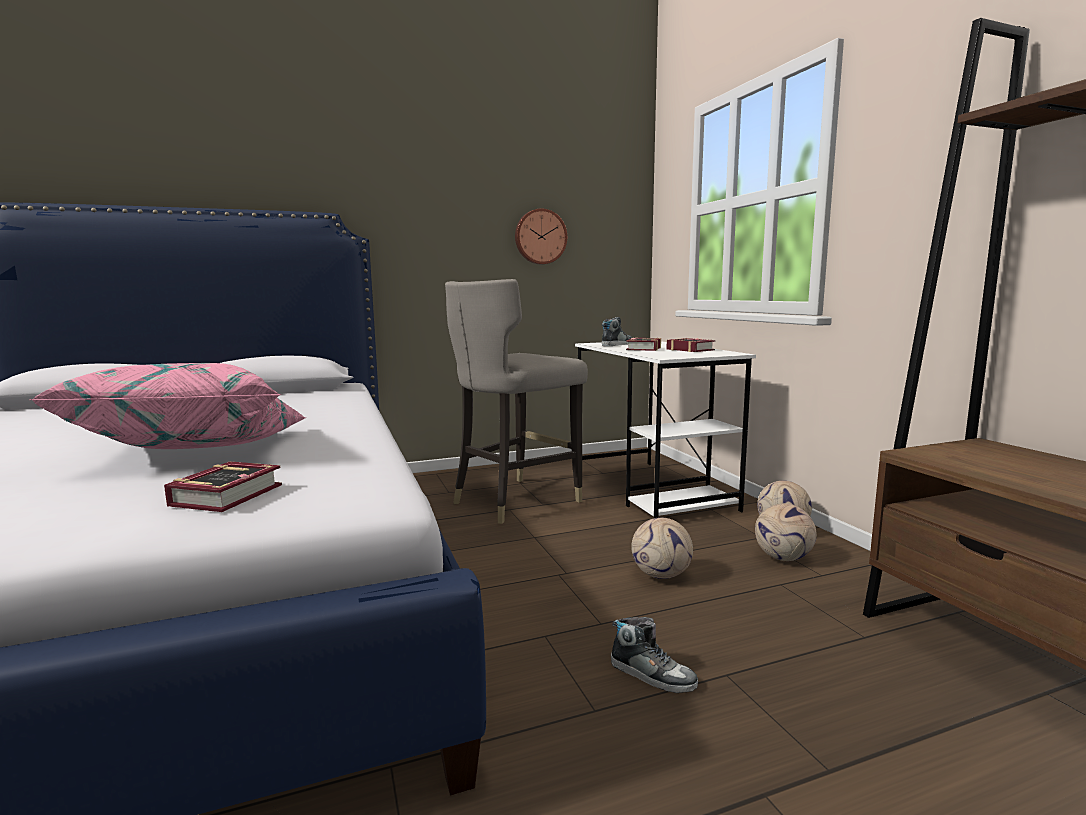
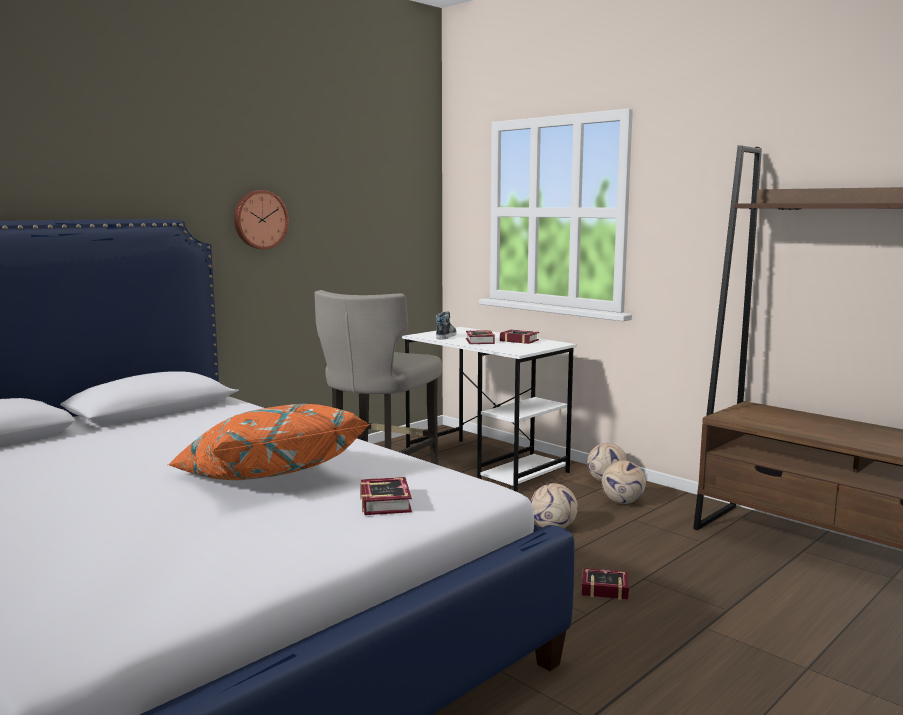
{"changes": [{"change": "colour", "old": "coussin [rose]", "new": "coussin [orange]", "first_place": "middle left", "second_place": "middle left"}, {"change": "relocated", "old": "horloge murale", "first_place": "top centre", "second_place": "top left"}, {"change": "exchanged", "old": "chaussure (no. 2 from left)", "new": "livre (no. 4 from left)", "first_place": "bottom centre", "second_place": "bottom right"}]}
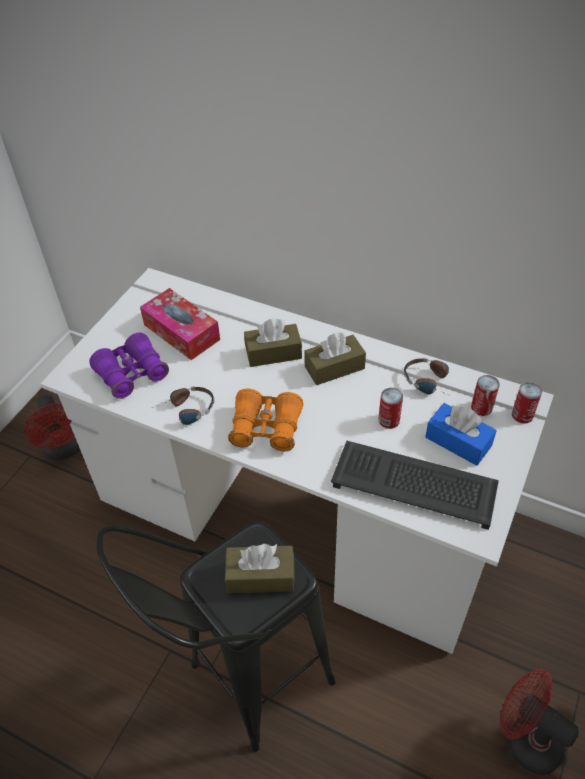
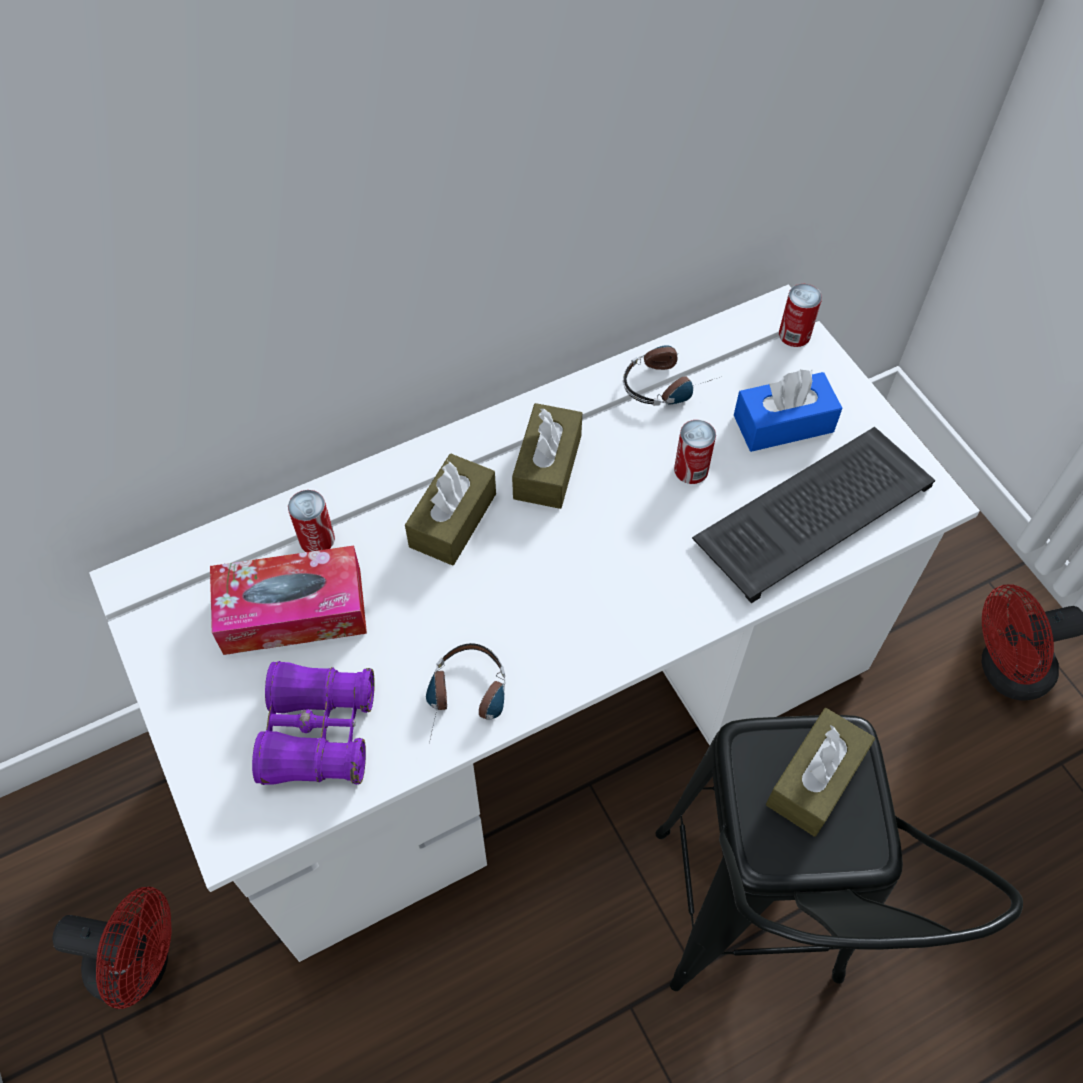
{"changes": [{"change": "relocated", "old": "boîte métallique (no. 2 from left in the first image)", "new": "boîte métallique (no. 1 from left)", "first_place": "middle right", "second_place": "middle left"}, {"change": "missing", "old": "jumelles [orange]", "first_place": "centre"}]}
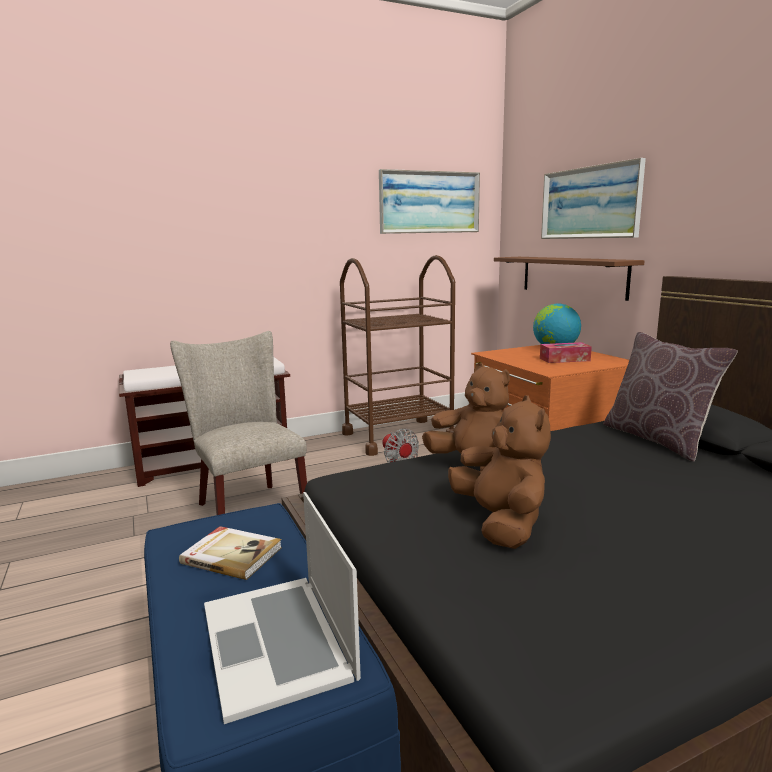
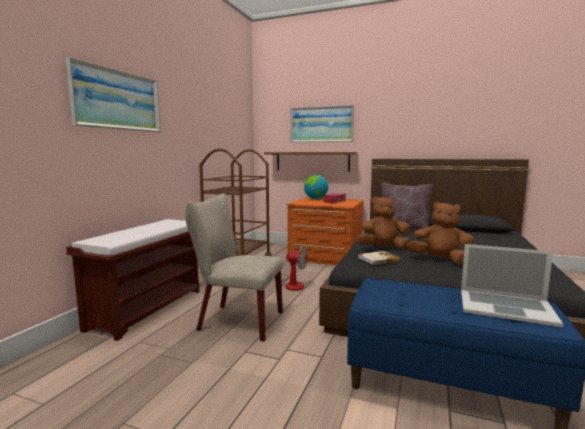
{"changes": [{"change": "relocated", "old": "tableau (no. 1 from left)", "first_place": "top centre", "second_place": "top left"}, {"change": "relocated", "old": "livre", "first_place": "bottom left", "second_place": "centre"}]}
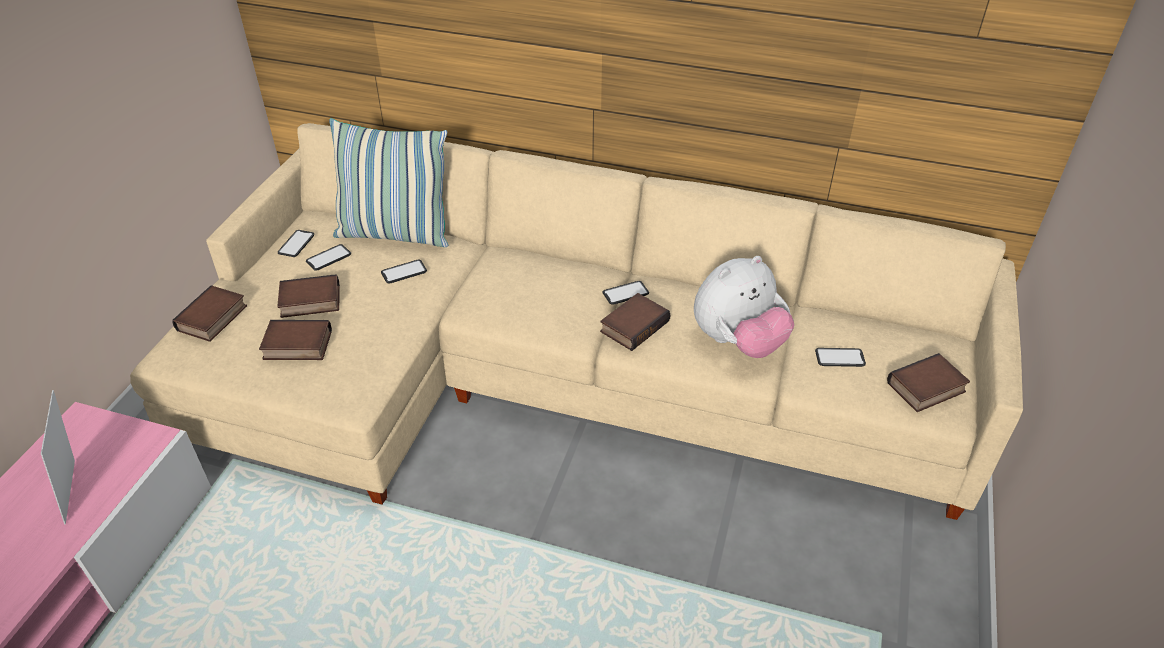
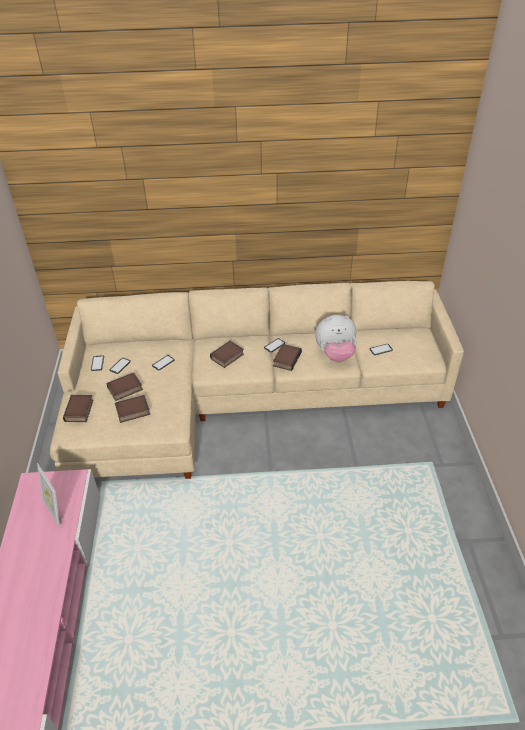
{"changes": [{"change": "relocated", "old": "livre (no. 5 from left in the first image)", "new": "livre (no. 4 from left)", "first_place": "middle right", "second_place": "centre"}, {"change": "spun", "old": "peluche", "first_place": "centre", "second_place": "centre", "degrees": 45}, {"change": "missing", "old": "coussin", "first_place": "top centre"}]}
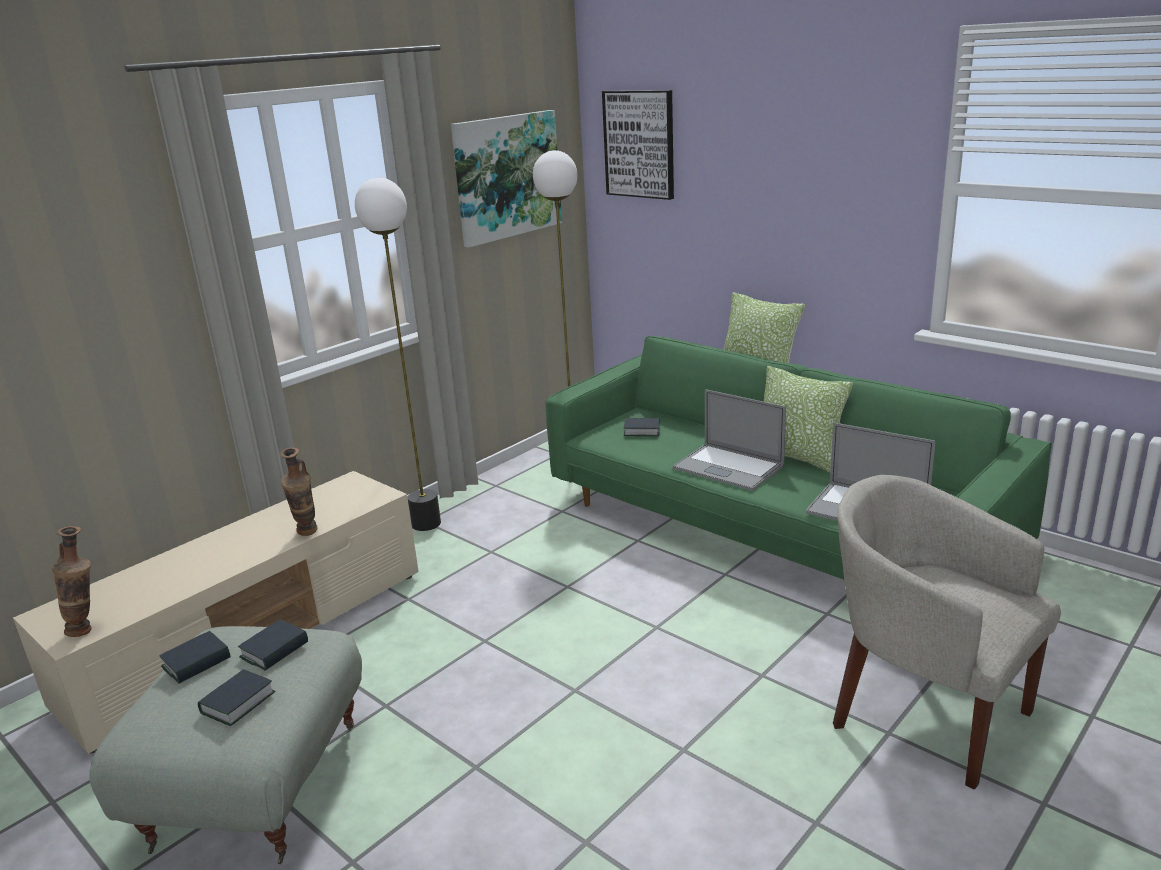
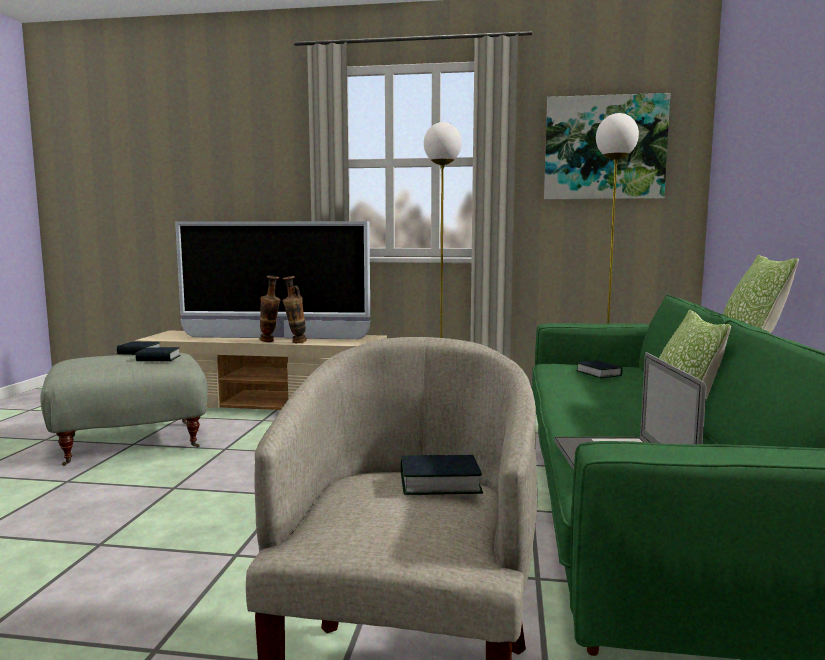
{"changes": [{"change": "appeared", "new": "téléviseur", "second_place": "middle left"}, {"change": "relocated", "old": "vase (no. 1 from left)", "first_place": "bottom left", "second_place": "middle left"}, {"change": "relocated", "old": "livre (no. 2 from left in the first image)", "new": "livre (no. 3 from left)", "first_place": "bottom left", "second_place": "bottom centre"}, {"change": "missing", "old": "tableau (no. 2 from left)", "first_place": "top centre"}, {"change": "missing", "old": "ordinateur portable (no. 1 from left)", "first_place": "centre"}]}
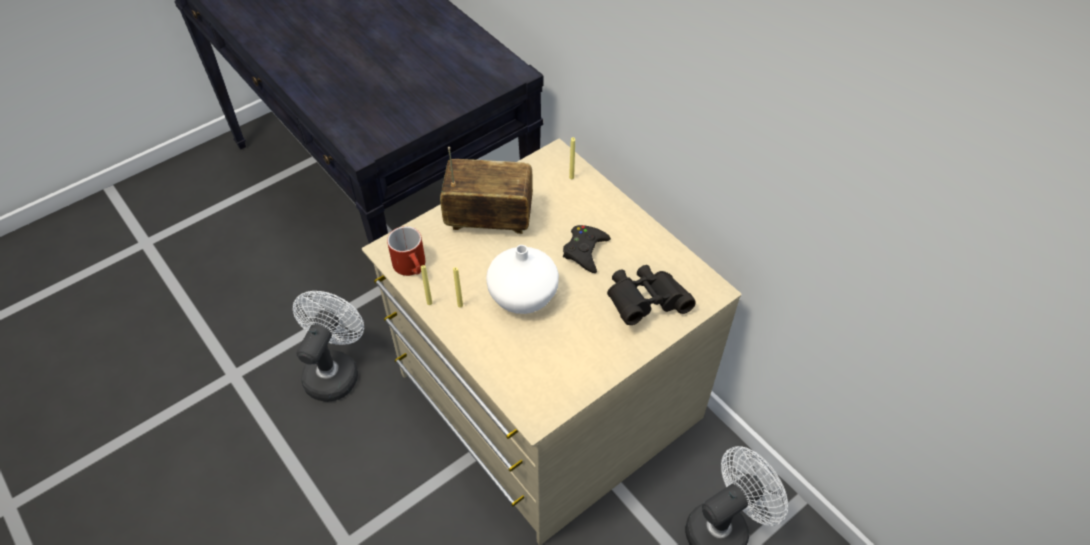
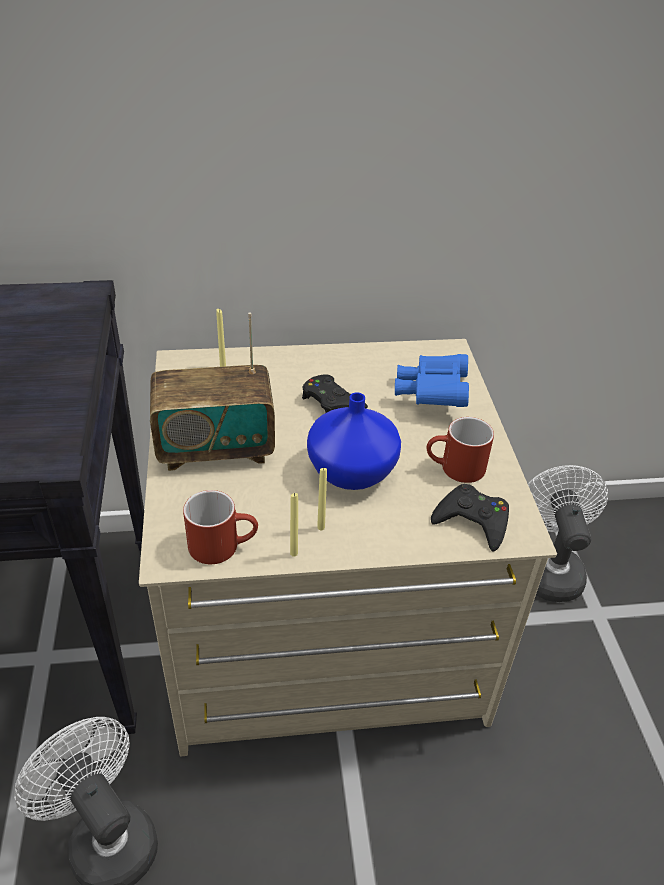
{"changes": [{"change": "spun", "old": "radio", "first_place": "centre", "second_place": "middle left", "degrees": -135}, {"change": "colour", "old": "vase [blanc]", "new": "vase [bleu]", "first_place": "centre", "second_place": "centre"}, {"change": "colour", "old": "jumelles [noir]", "new": "jumelles [bleu]", "first_place": "centre", "second_place": "centre"}, {"change": "appeared", "new": "mug [rouge] (no. 2 from left)", "second_place": "middle right"}, {"change": "appeared", "new": "manette [noir] (no. 2 from left)", "second_place": "middle right"}]}
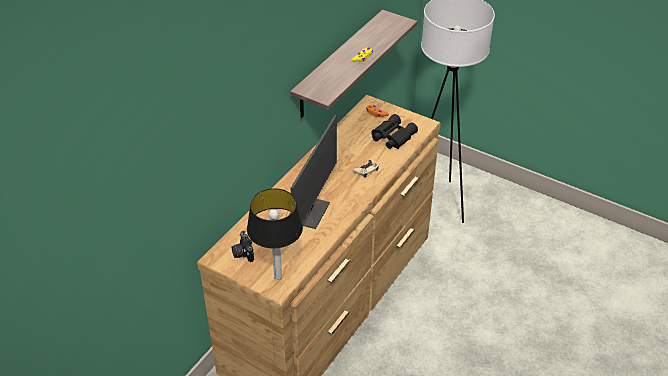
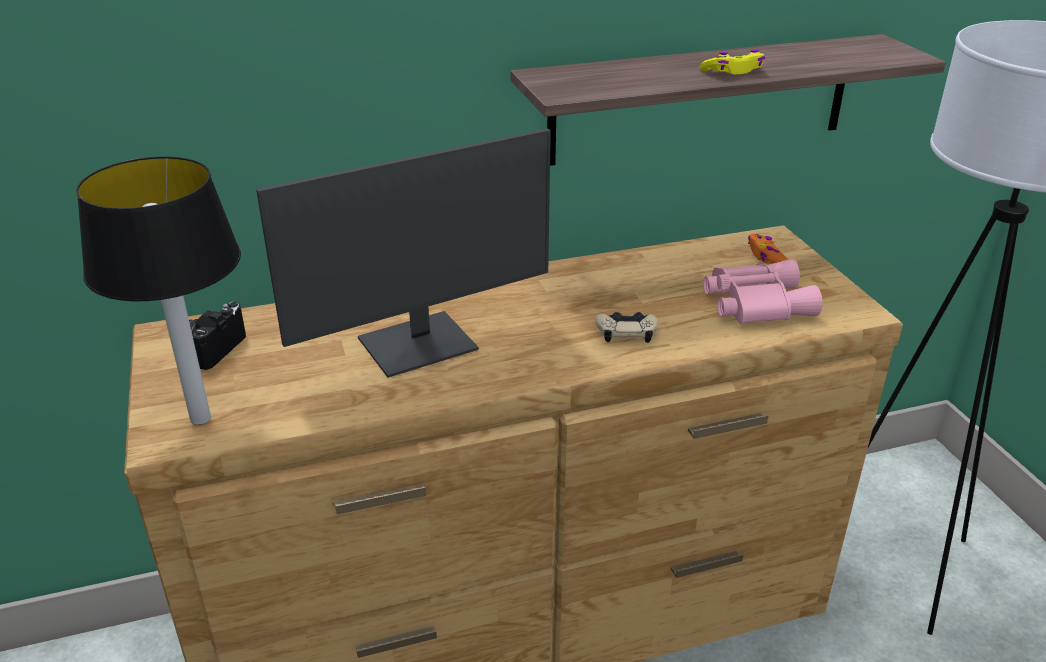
{"changes": [{"change": "colour", "old": "jumelles [noir]", "new": "jumelles [rose]", "first_place": "centre", "second_place": "middle right"}]}
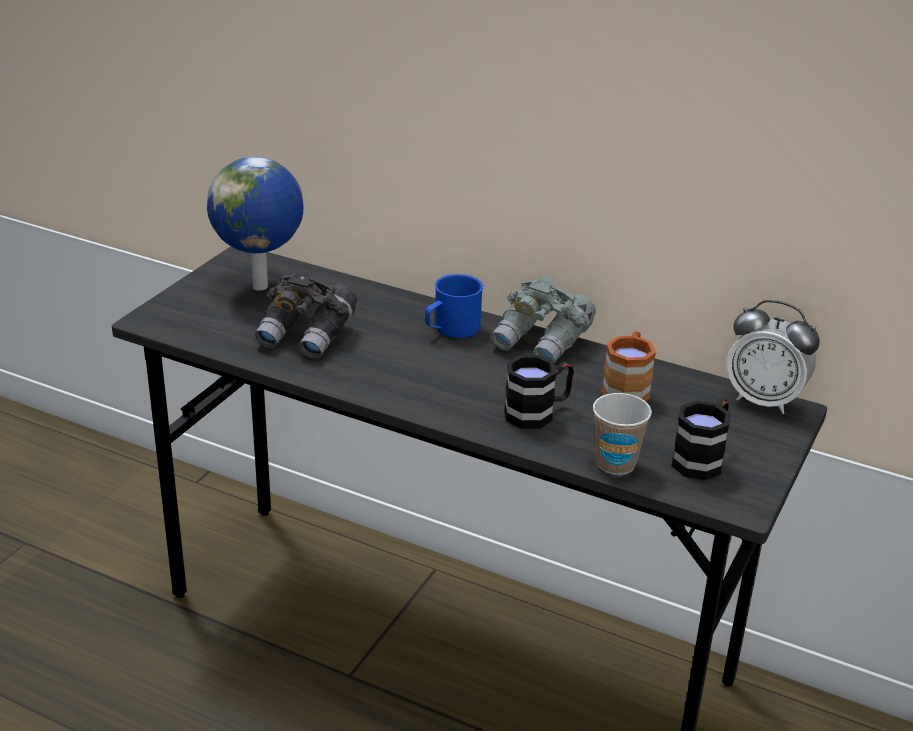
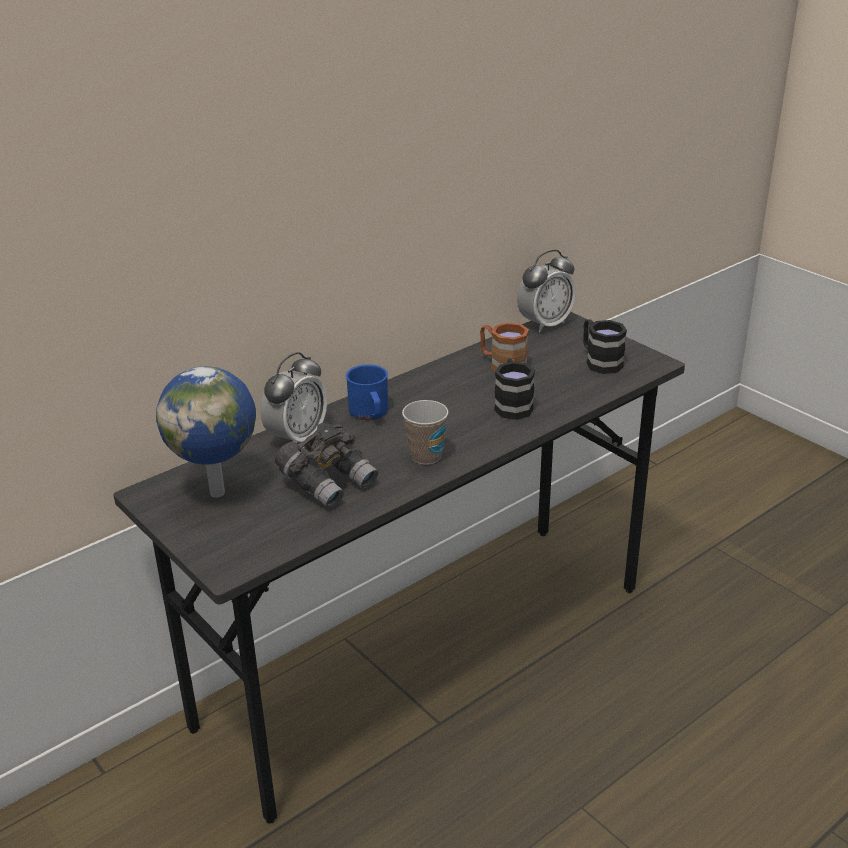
{"changes": [{"change": "appeared", "new": "réveil (no. 1 from left)", "second_place": "centre"}, {"change": "relocated", "old": "tasse", "first_place": "middle right", "second_place": "centre"}, {"change": "missing", "old": "jumelles [gris] (no. 2 from left)", "first_place": "centre"}]}
